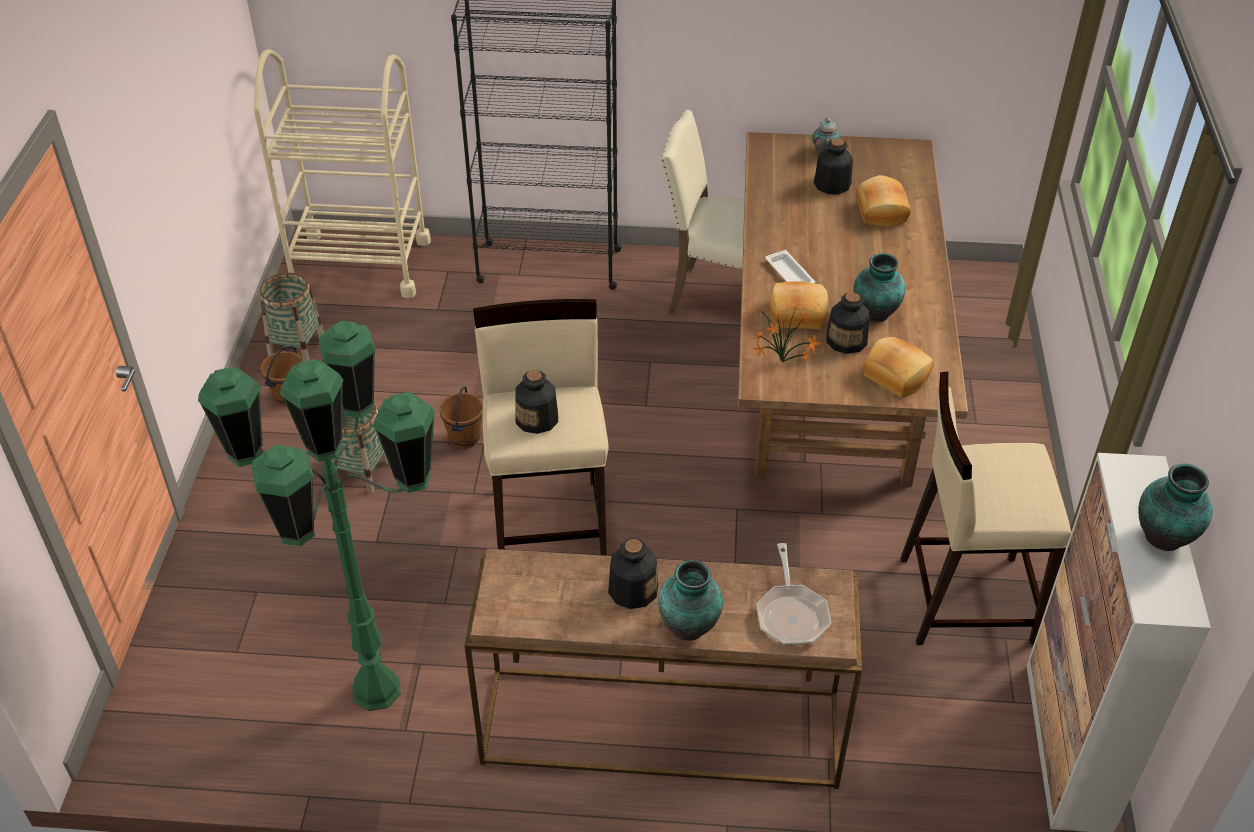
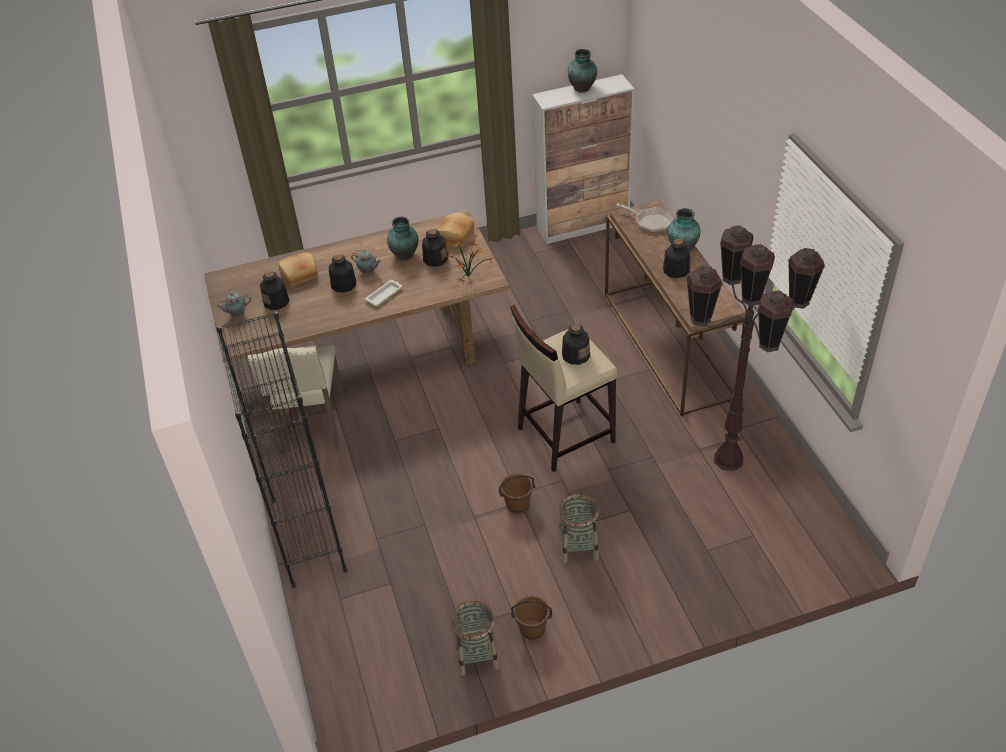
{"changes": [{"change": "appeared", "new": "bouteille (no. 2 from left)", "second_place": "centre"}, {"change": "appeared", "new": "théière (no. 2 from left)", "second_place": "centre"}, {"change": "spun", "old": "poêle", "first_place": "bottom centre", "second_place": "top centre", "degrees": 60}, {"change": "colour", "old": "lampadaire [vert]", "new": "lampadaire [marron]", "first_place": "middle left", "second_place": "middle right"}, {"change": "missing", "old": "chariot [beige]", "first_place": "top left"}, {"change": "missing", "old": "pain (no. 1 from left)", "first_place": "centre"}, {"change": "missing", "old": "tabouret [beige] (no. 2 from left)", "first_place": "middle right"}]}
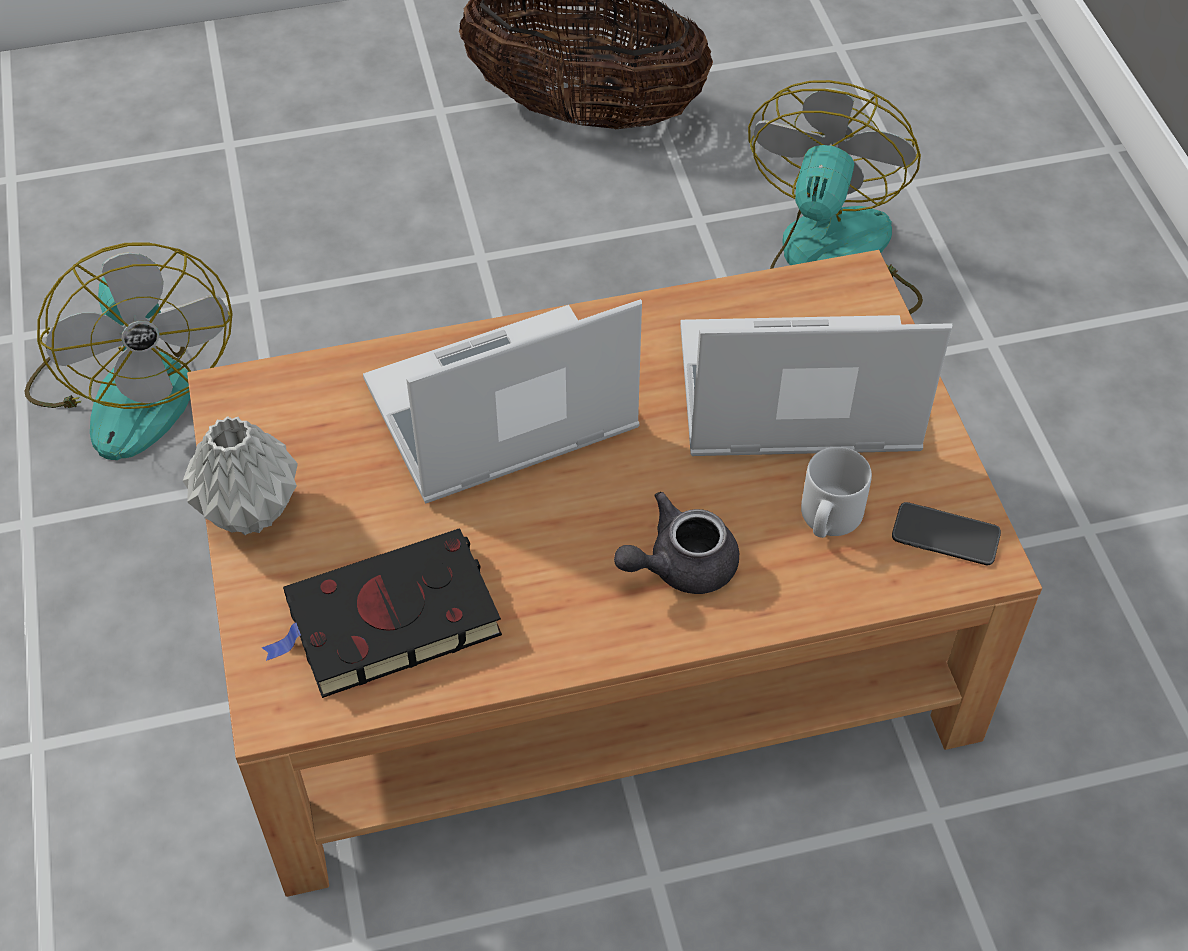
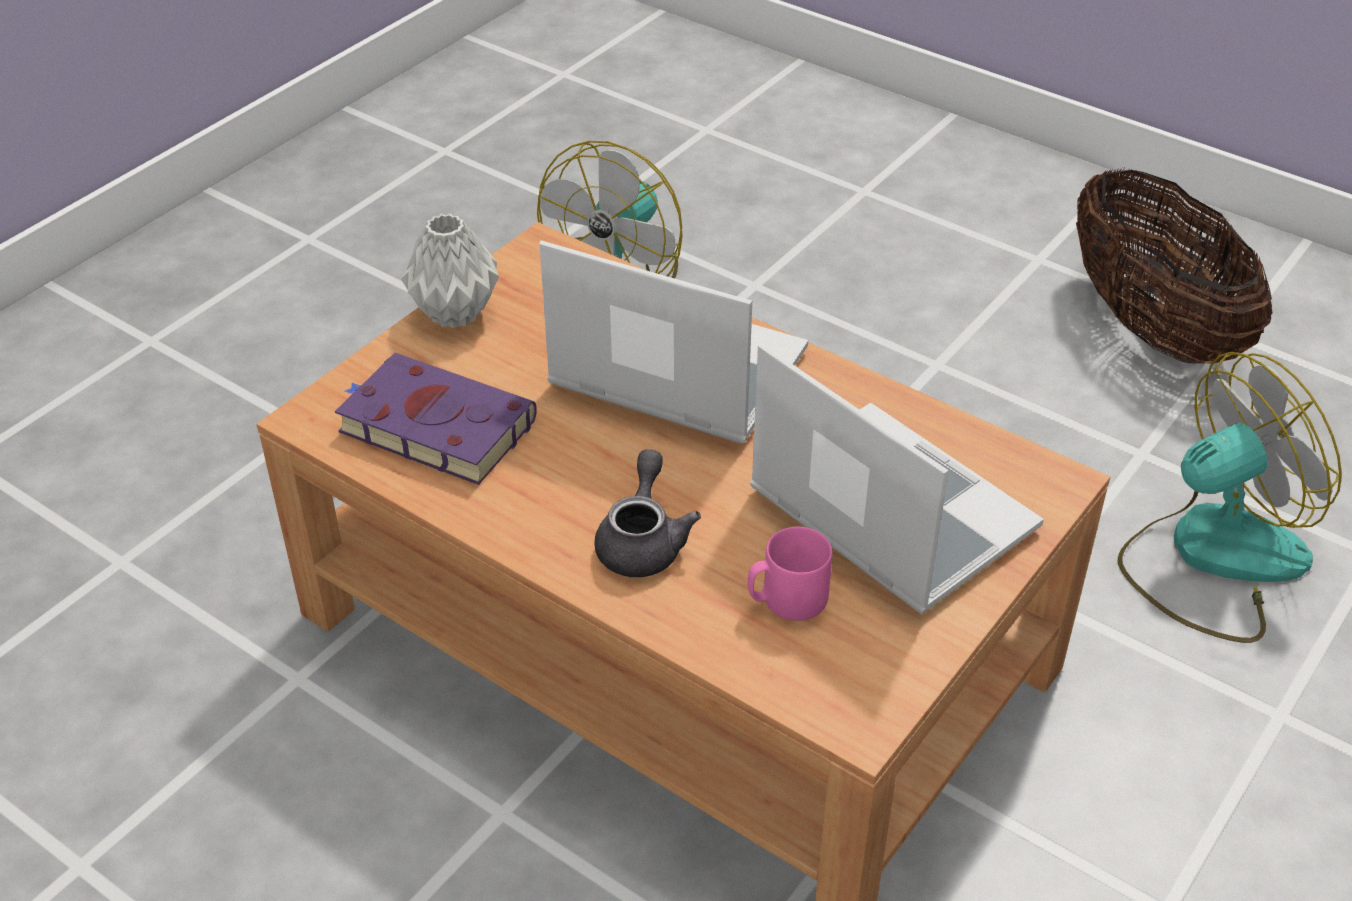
{"changes": [{"change": "colour", "old": "livre [noir]", "new": "livre [violet]", "first_place": "middle left", "second_place": "middle left"}, {"change": "spun", "old": "théière [gris]", "first_place": "centre", "second_place": "centre", "degrees": 75}, {"change": "colour", "old": "mug [gris]", "new": "mug [rose]", "first_place": "middle right", "second_place": "centre"}, {"change": "missing", "old": "téléphone", "first_place": "middle right"}]}
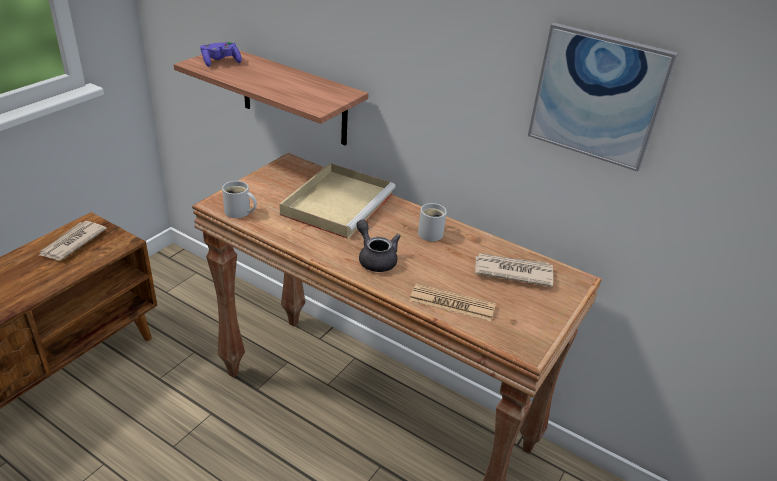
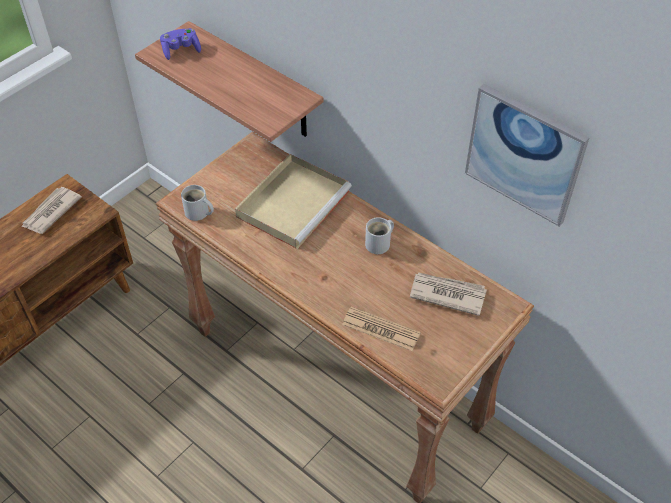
{"changes": [{"change": "missing", "old": "théière [gris]", "first_place": "centre"}]}
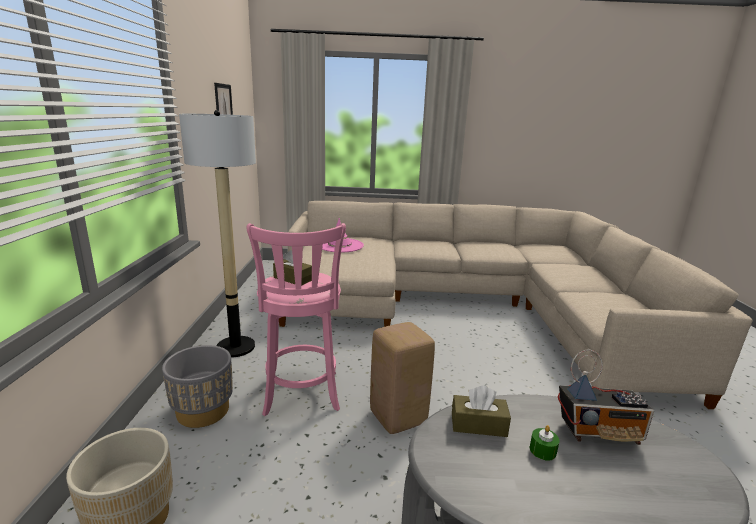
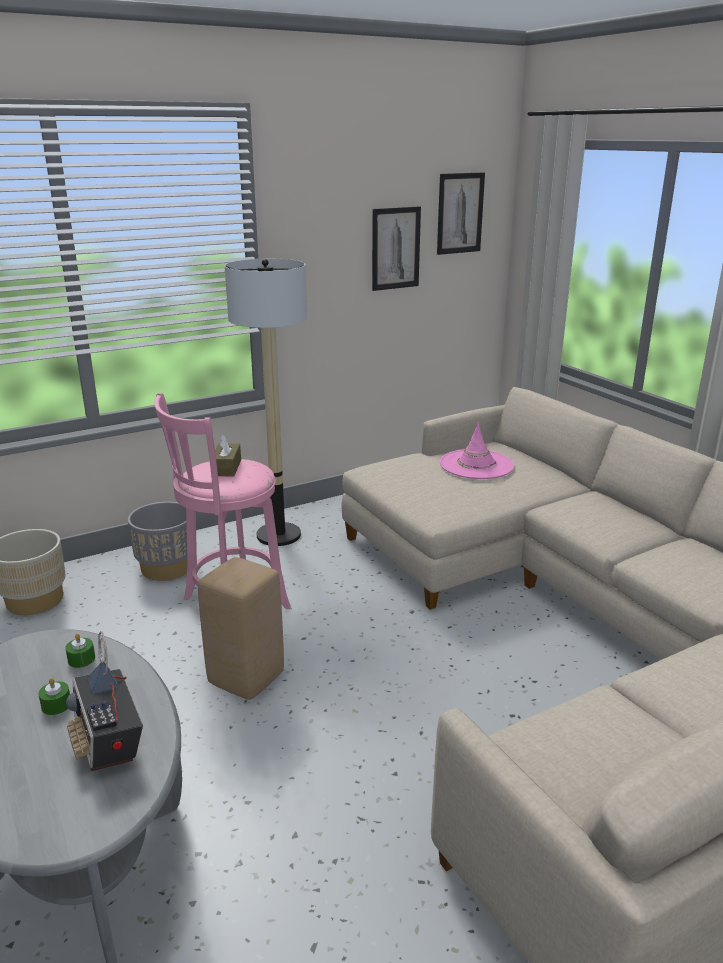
{"changes": [{"change": "exchanged", "old": "boîte à mouchoirs [marron] (no. 2 from left)", "new": "bougie [vert] (no. 2 from left)", "first_place": "bottom centre", "second_place": "bottom left"}, {"change": "appeared", "new": "tableau (no. 2 from left)", "second_place": "top centre"}]}
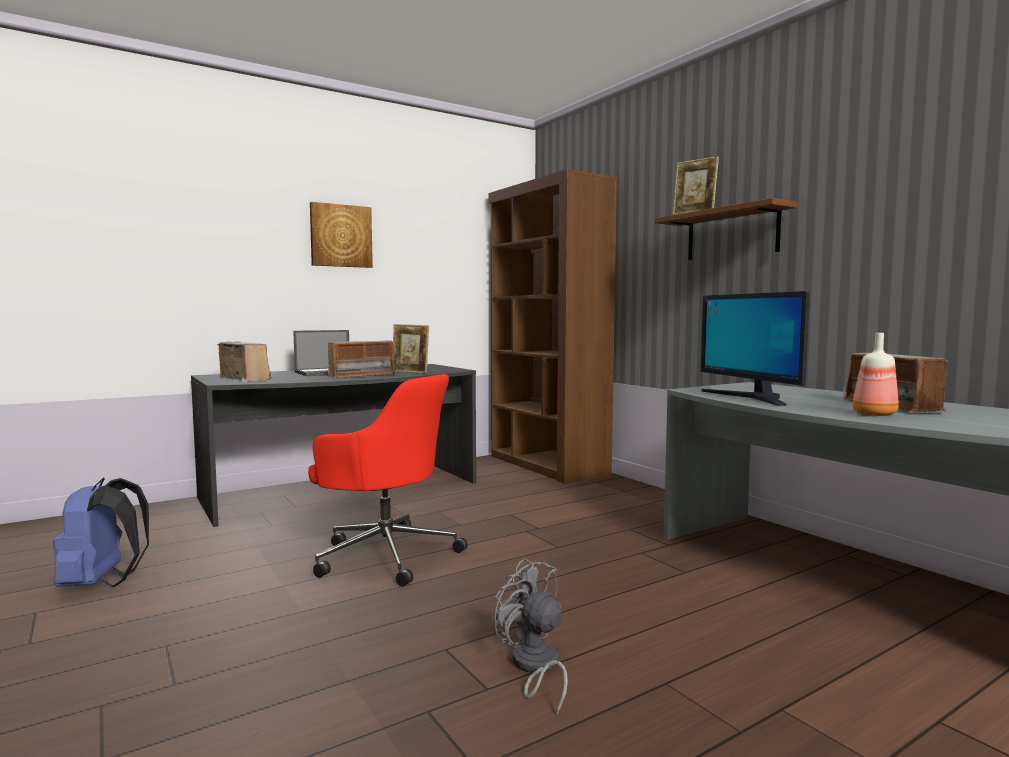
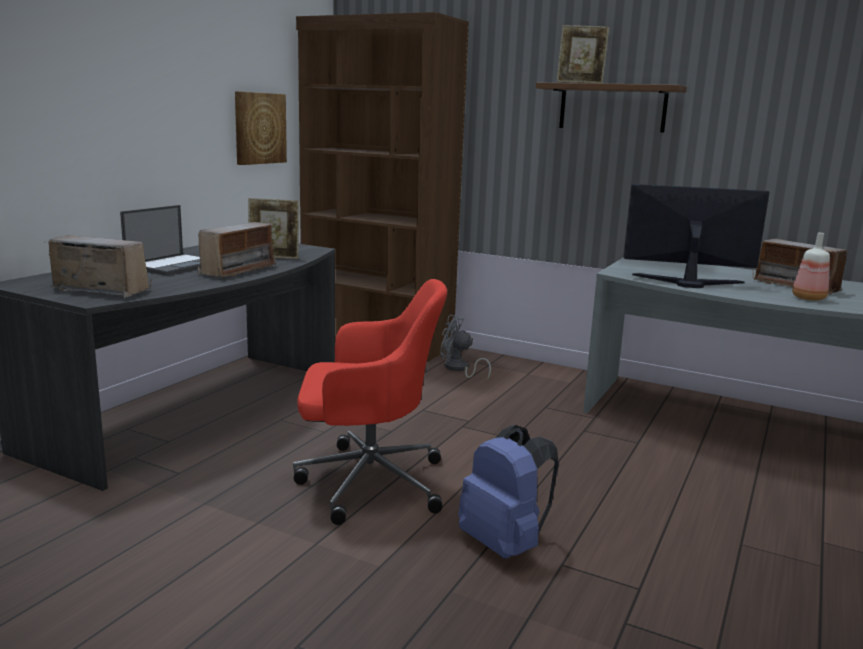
{"changes": [{"change": "relocated", "old": "tableau", "first_place": "top centre", "second_place": "top left"}, {"change": "relocated", "old": "ventilateur [gris]", "first_place": "bottom centre", "second_place": "centre"}, {"change": "relocated", "old": "sac à dos [bleu]", "first_place": "bottom left", "second_place": "bottom centre"}, {"change": "spun", "old": "écran d'ordinateur", "first_place": "middle right", "second_place": "middle right", "degrees": 150}]}
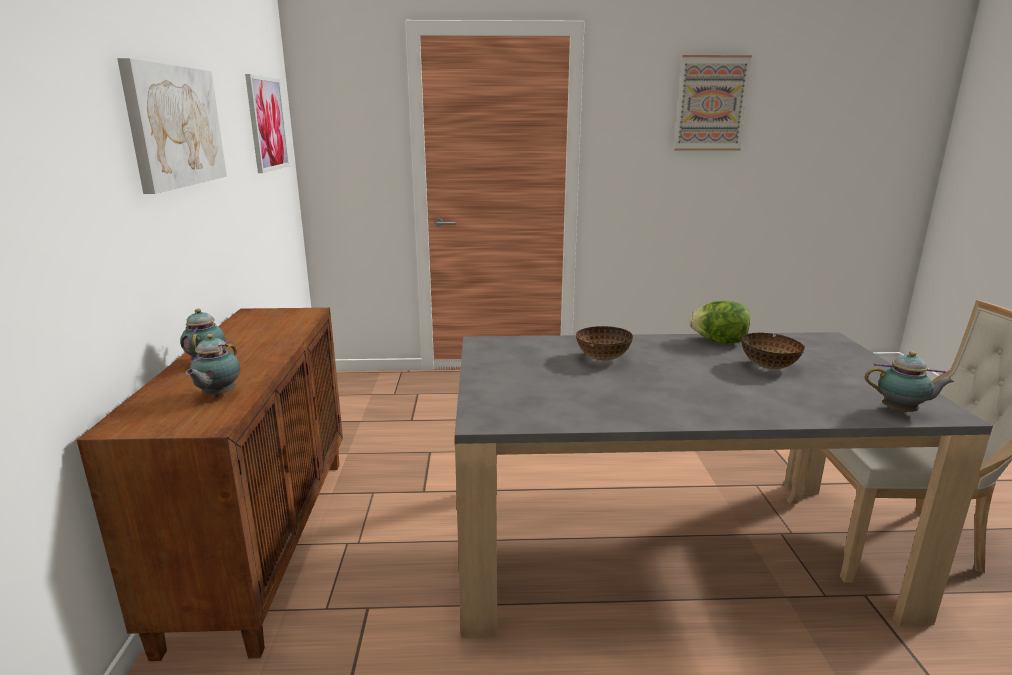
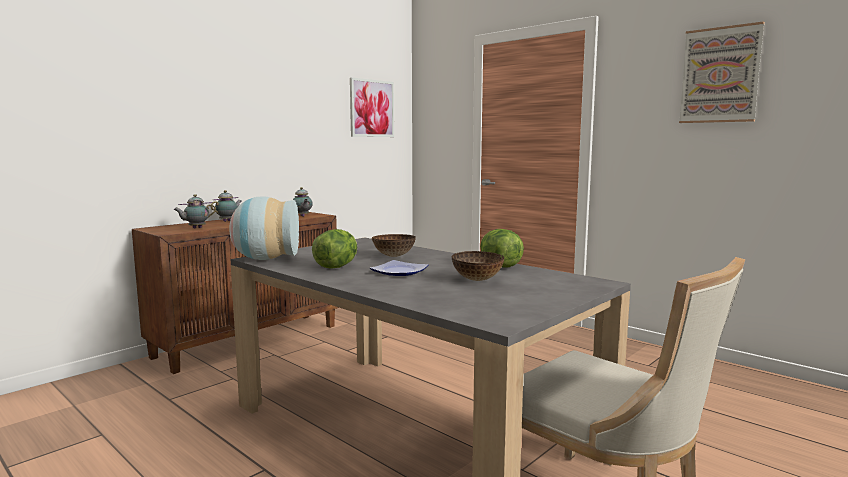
{"changes": [{"change": "appeared", "new": "vase", "second_place": "middle left"}, {"change": "relocated", "old": "théière (no. 3 from left)", "first_place": "middle right", "second_place": "centre"}, {"change": "appeared", "new": "laitue (no. 1 from left)", "second_place": "centre"}, {"change": "appeared", "new": "assiette", "second_place": "centre"}, {"change": "missing", "old": "tableau (no. 1 from left)", "first_place": "top left"}]}
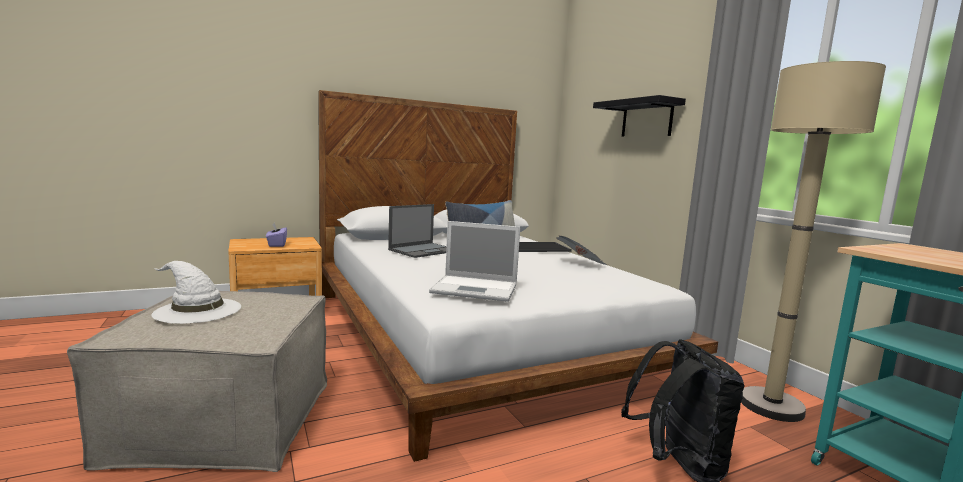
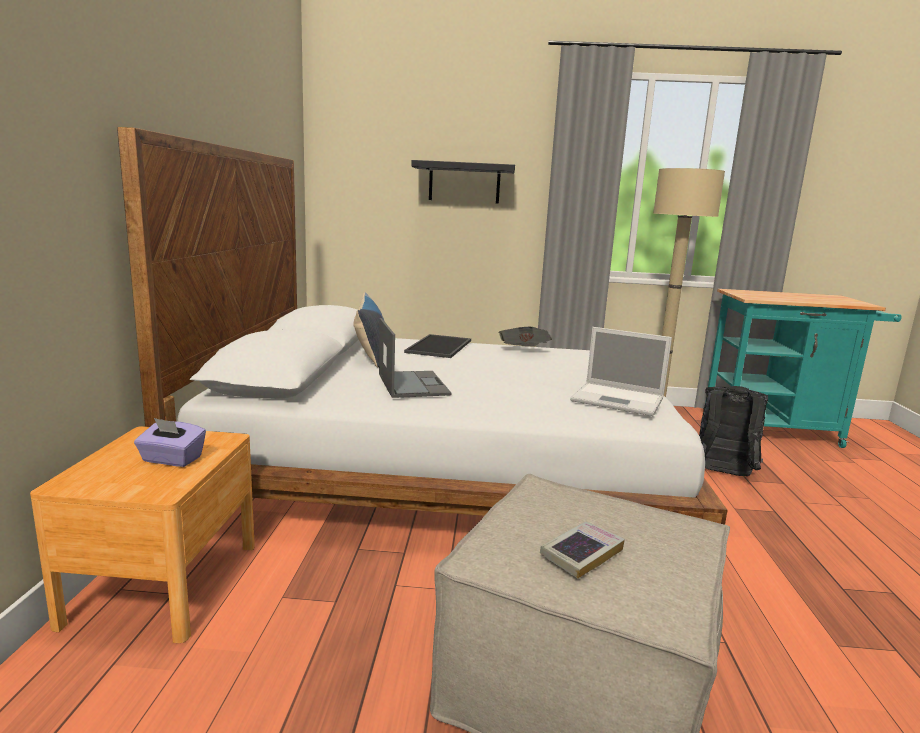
{"changes": [{"change": "exchanged", "old": "chapeau [blanc]", "new": "livre", "first_place": "middle left", "second_place": "bottom centre"}, {"change": "spun", "old": "ordinateur portable (no. 2 from left)", "first_place": "centre", "second_place": "middle right", "degrees": 75}]}
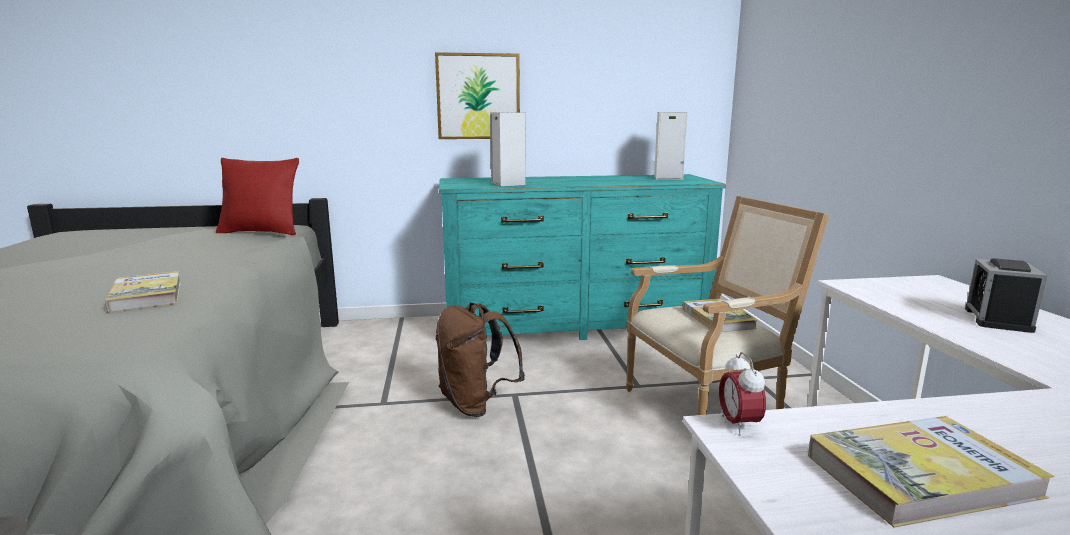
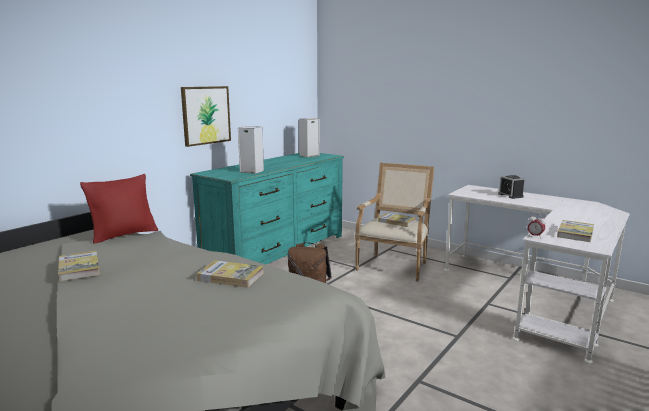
{"changes": [{"change": "appeared", "new": "livre (no. 1 from left)", "second_place": "middle left"}]}
